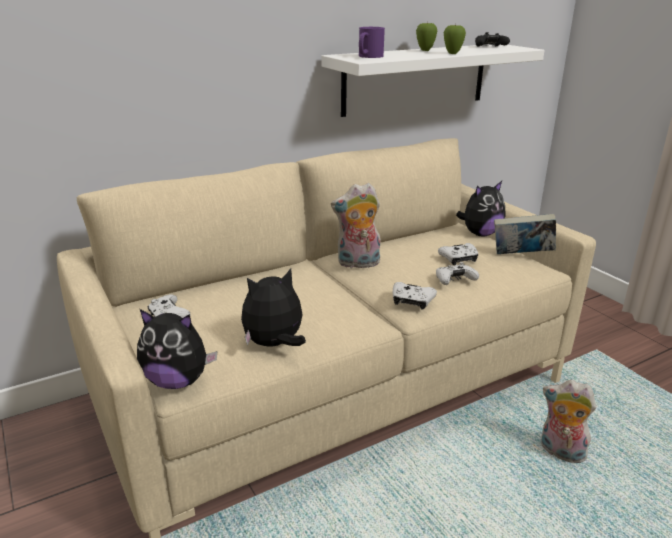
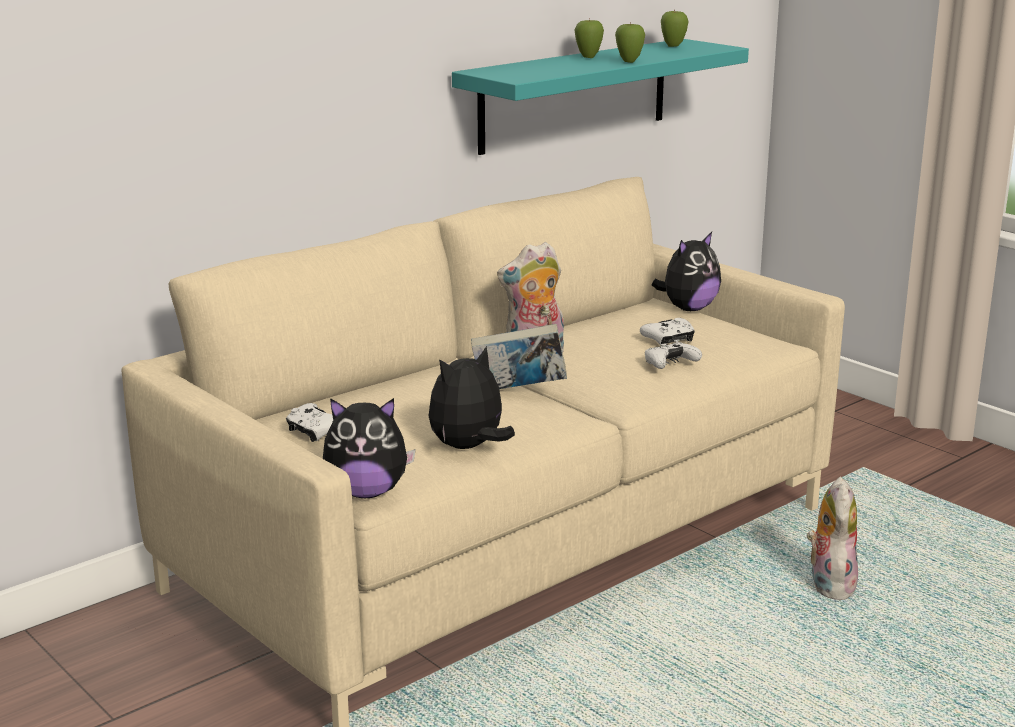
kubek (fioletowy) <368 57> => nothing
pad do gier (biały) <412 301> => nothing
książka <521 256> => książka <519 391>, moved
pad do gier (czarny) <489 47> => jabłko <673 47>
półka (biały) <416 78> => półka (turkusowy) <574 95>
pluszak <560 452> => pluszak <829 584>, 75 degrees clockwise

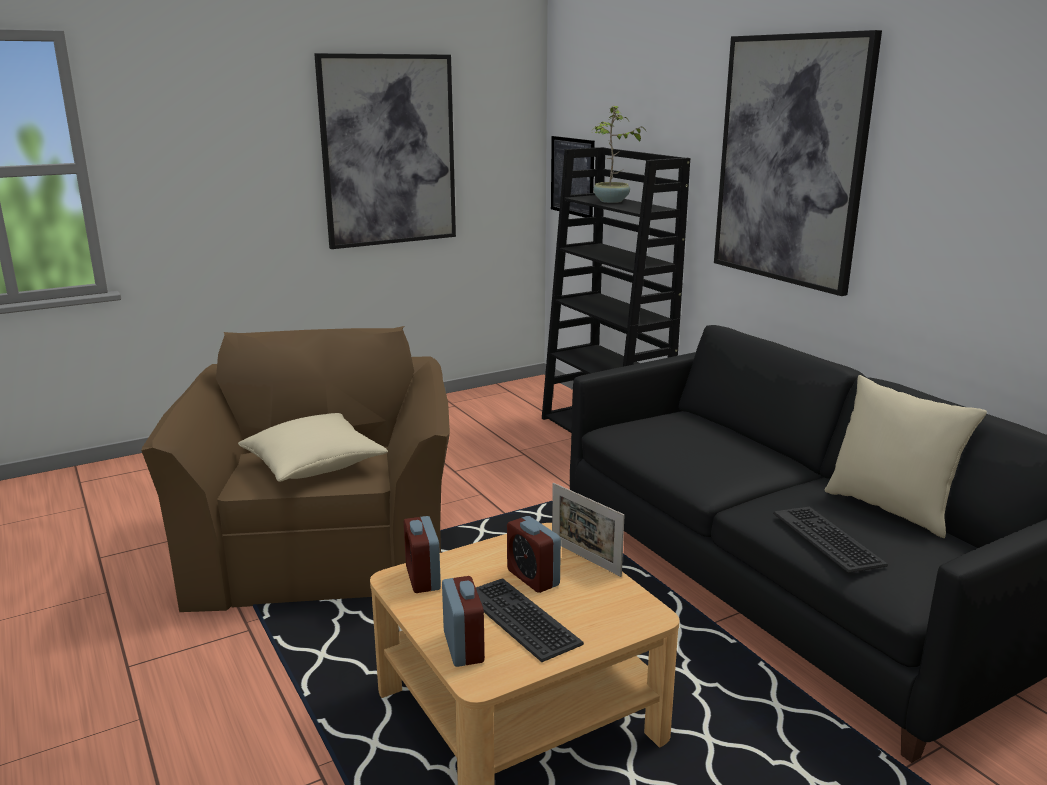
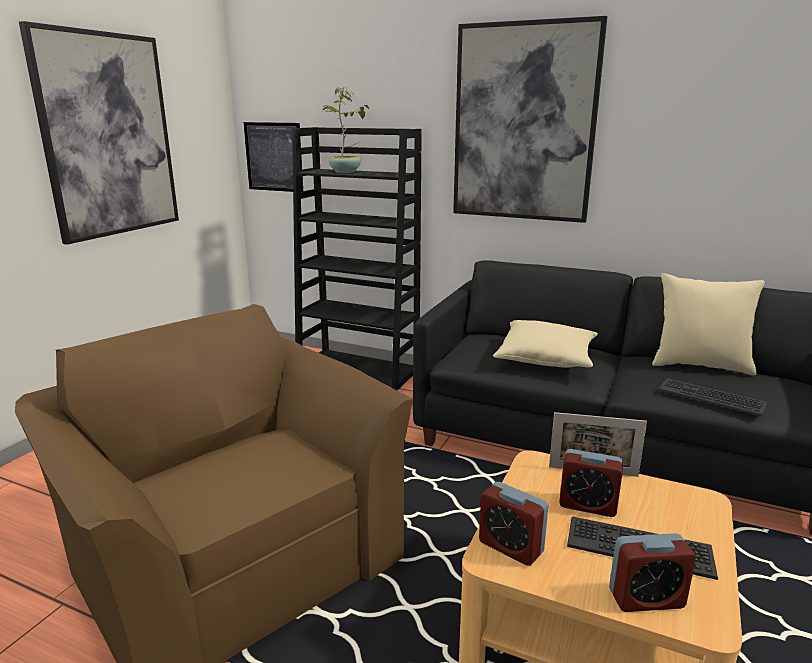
poduszka (beżowy) <314 465> => poduszka (beżowy) <546 358>, moved
budzik <463 647> => budzik <646 599>, 135 degrees clockwise

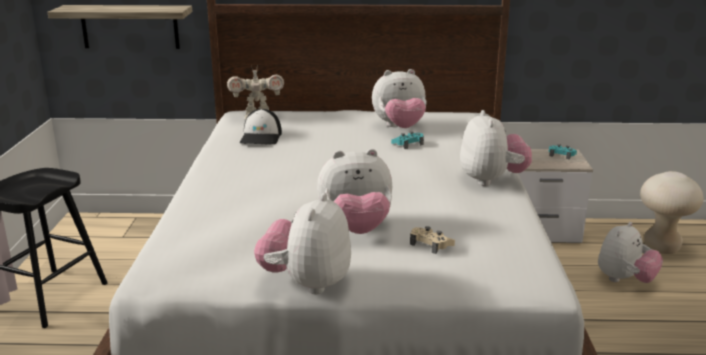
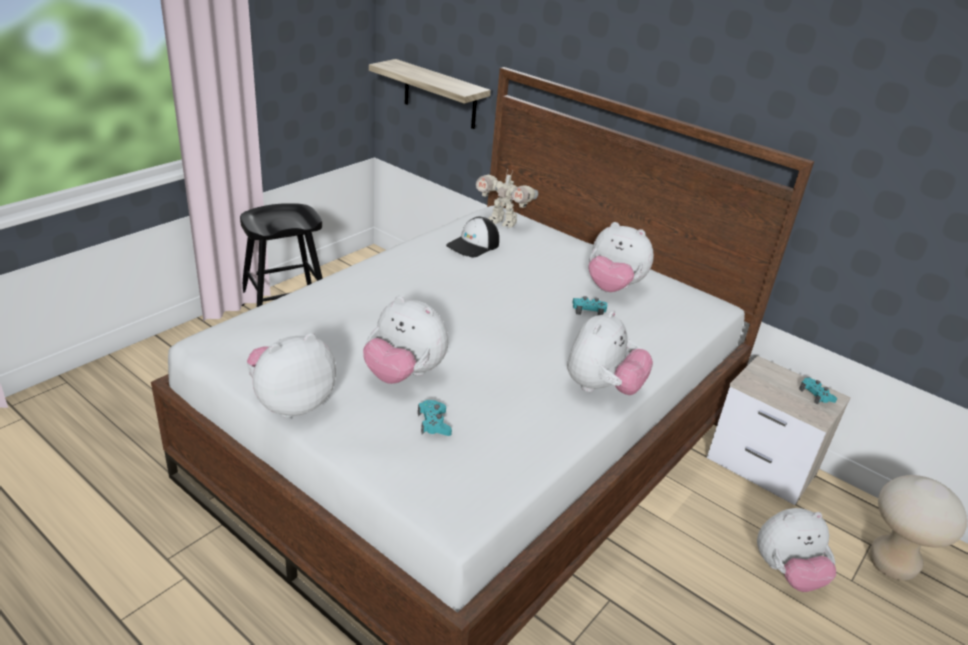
pad do gier (beżowy) <431 244> => pad do gier (turkusowy) <434 423>

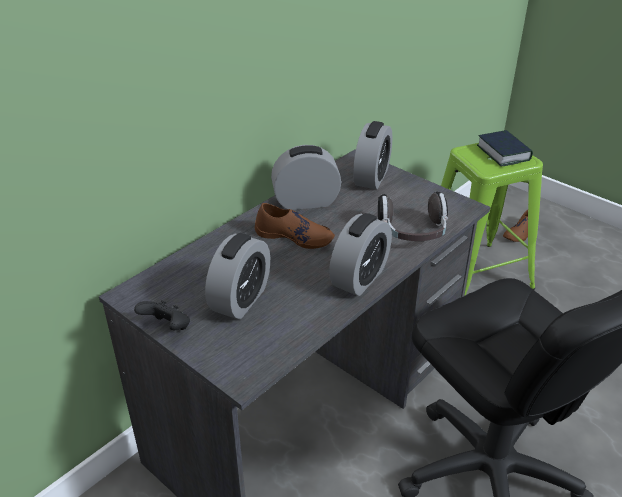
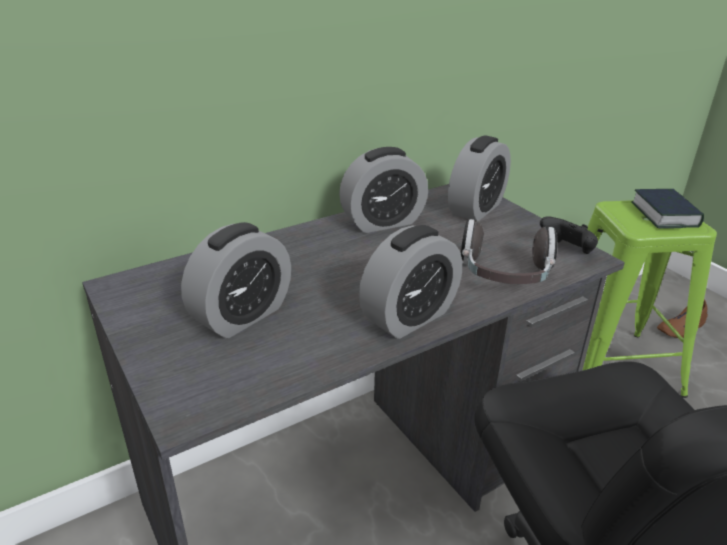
but (brązowy) <294 236> => nothing
pad do gier (czarny) <167 328> => pad do gier (czarny) <567 250>, moved
budzik <306 202> => budzik <382 222>, 150 degrees clockwise

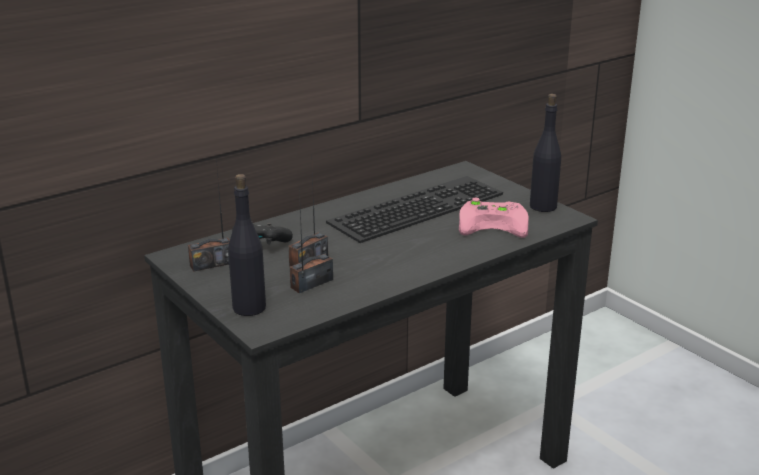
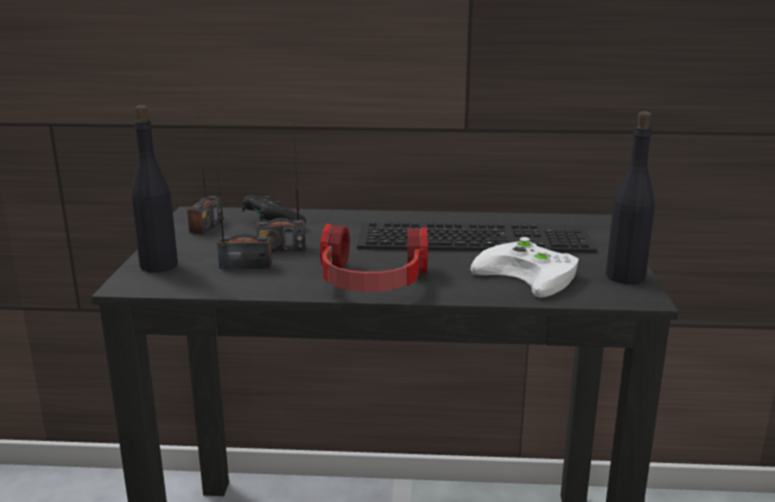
nothing => słuchawki <372 282>
pad do gier (różowy) <495 223> => pad do gier (biały) <532 275>
radio <211 264> => radio <206 226>, 90 degrees counterclockwise

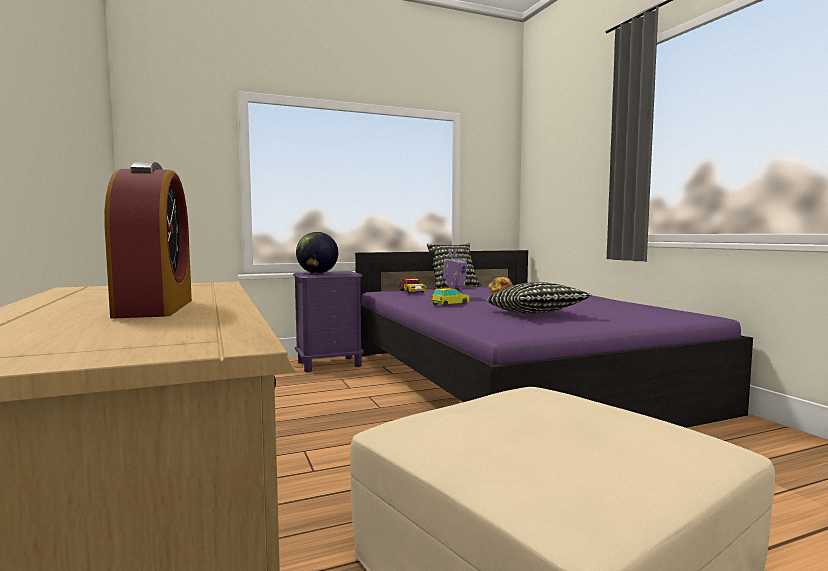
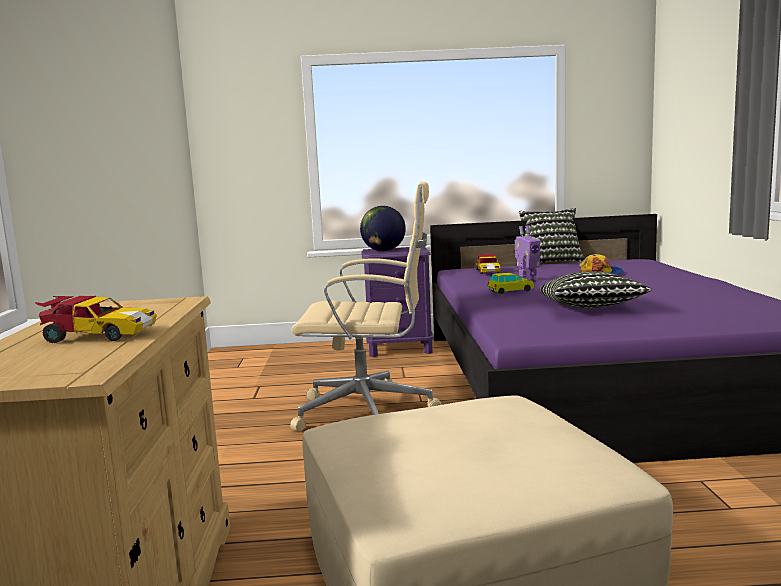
nothing => krzesło biurowe (beżowy) <369 412>
budzik <155 308> => samochodzik <98 336>

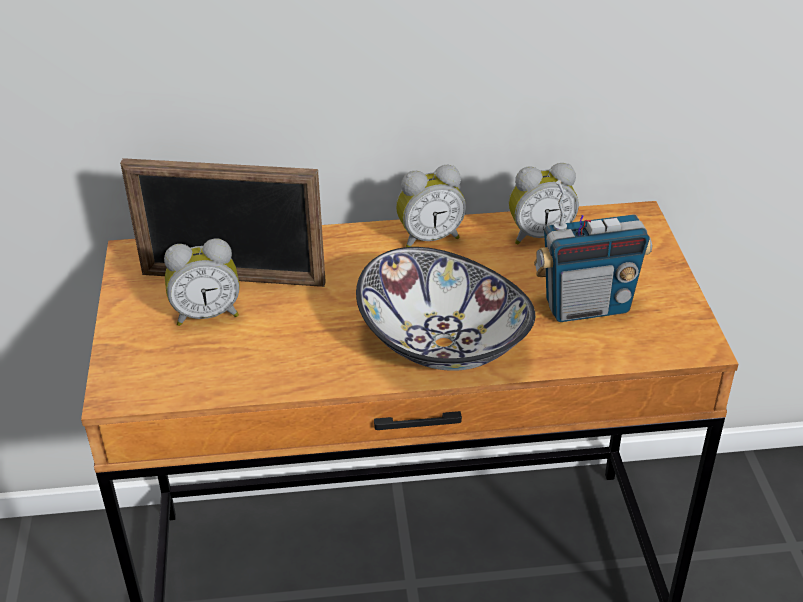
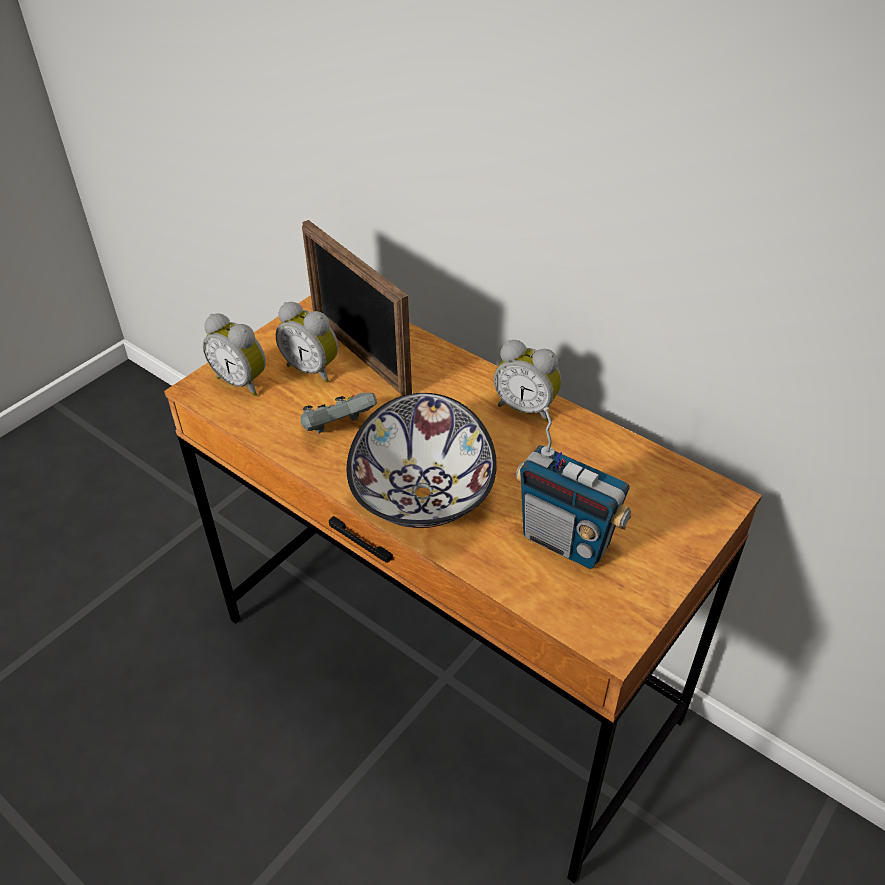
nothing => pad do gier (szary) <337 427>
budzik <539 235> => budzik <243 381>, moved

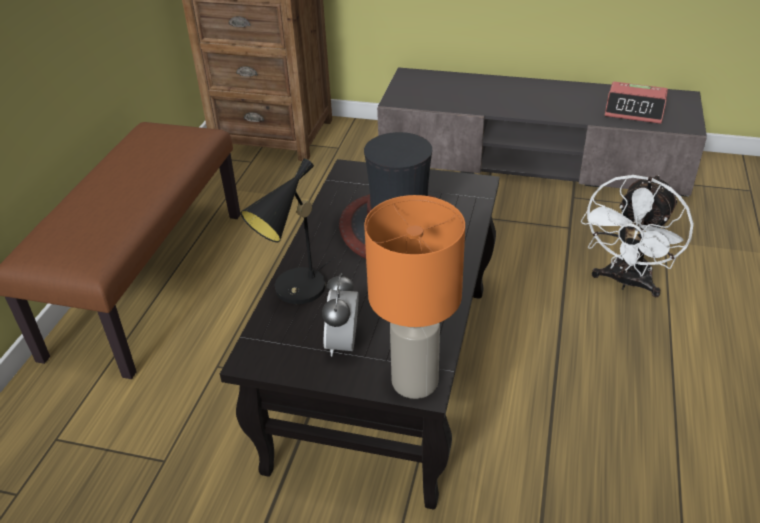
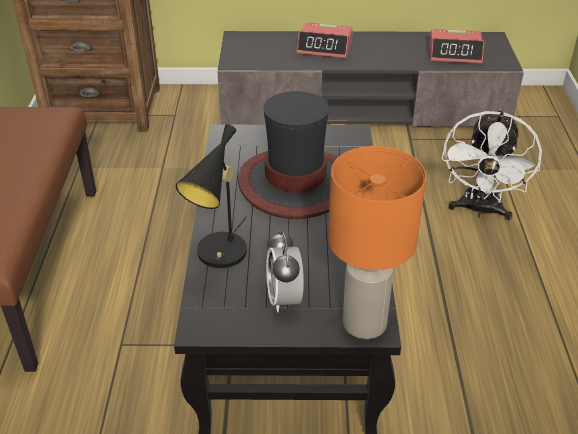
nothing => budzik <325 48>

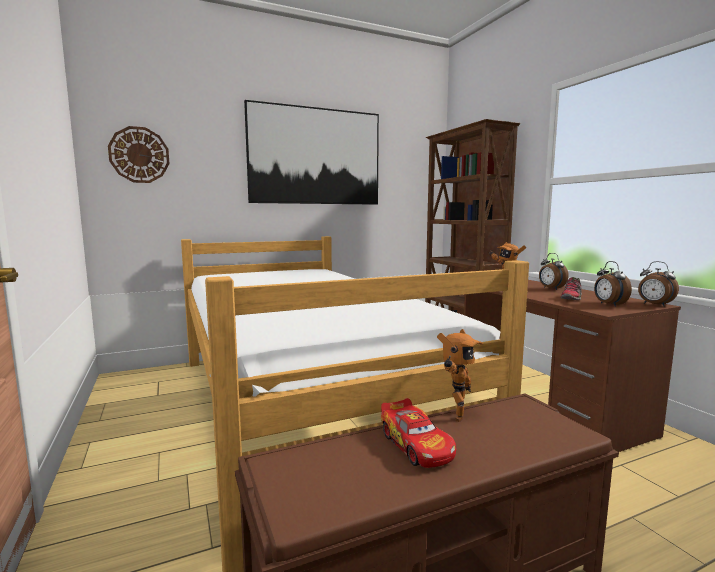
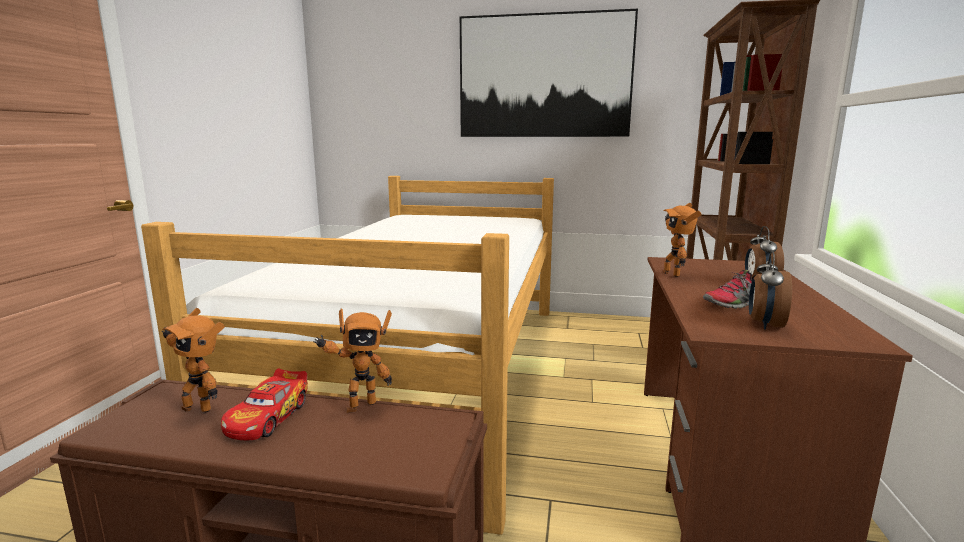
zegar ścienny <139 155> => nothing
budzik <654 305> => nothing
nothing => robot zabawkowy <199 407>

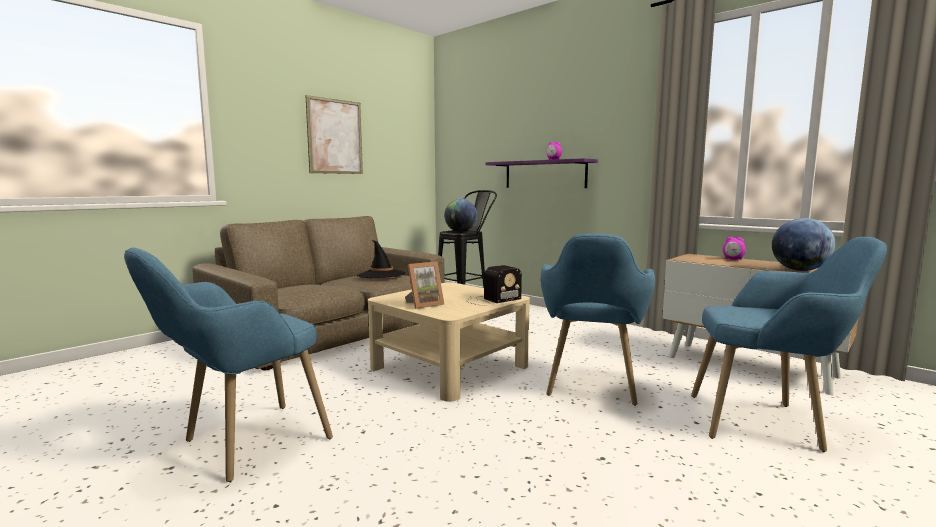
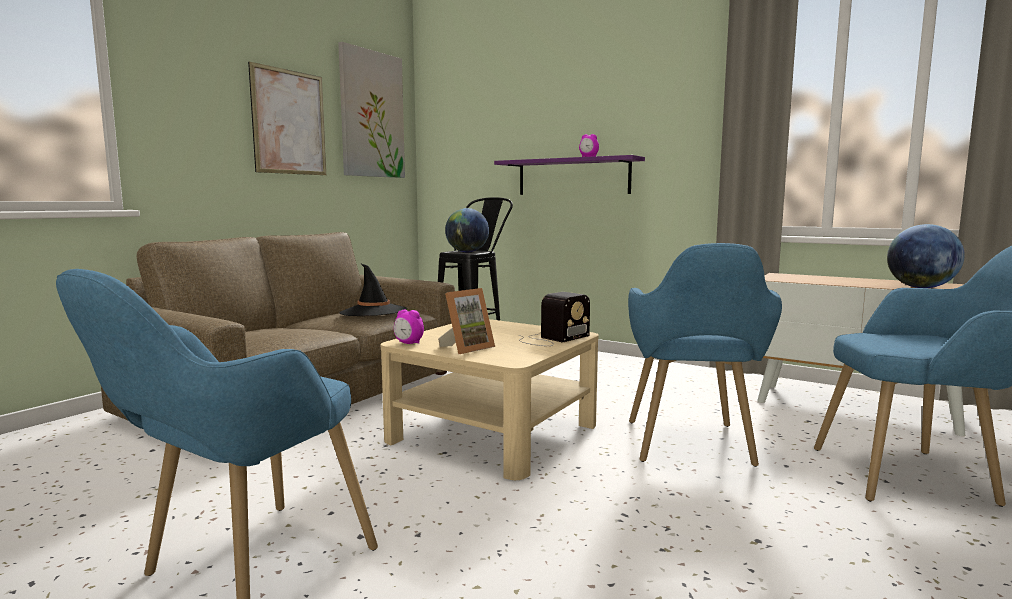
nothing => obraz <372 114>
budzik <733 259> => budzik <408 343>, moved

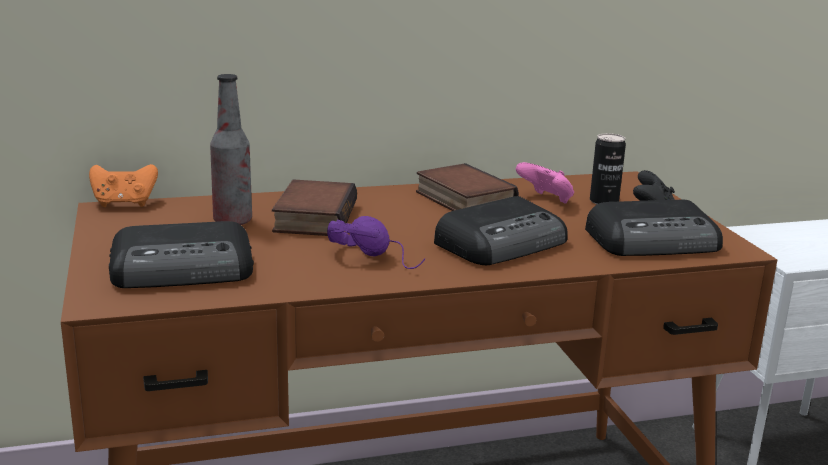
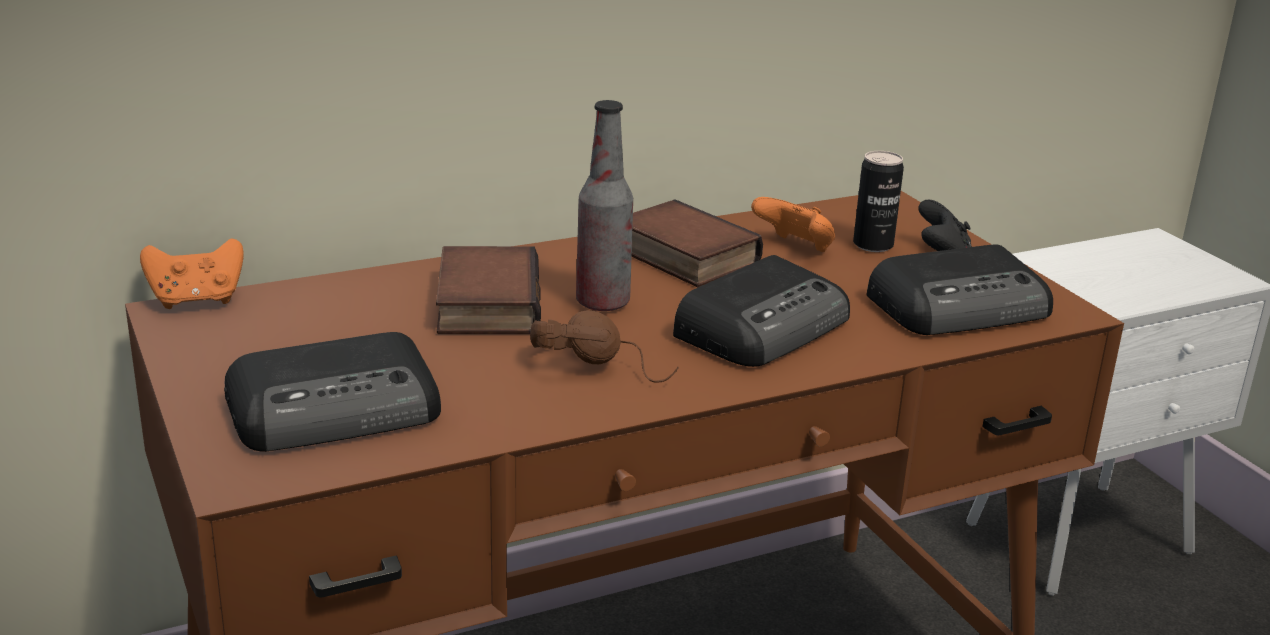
butelka <232 221> => butelka <602 303>, moved
słuchawki (fioletowy) <378 258> => słuchawki (brązowy) <604 366>
pad do gier (różowy) <546 200> => pad do gier (pomarańczowy) <795 248>

